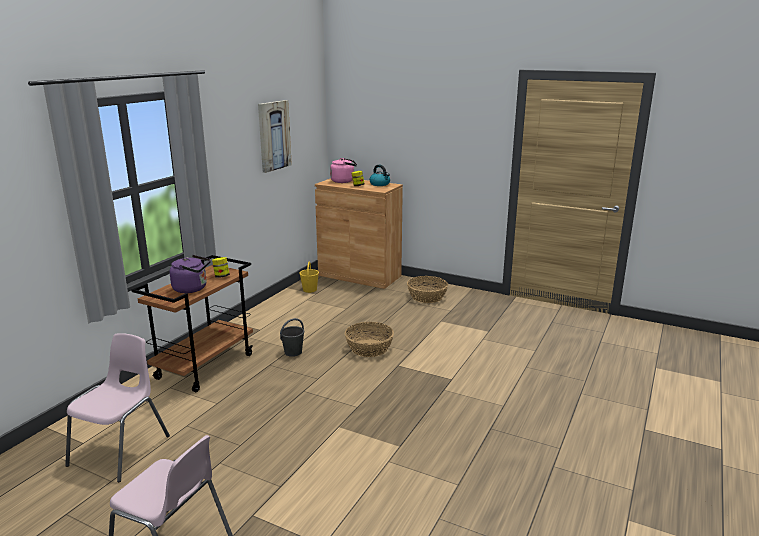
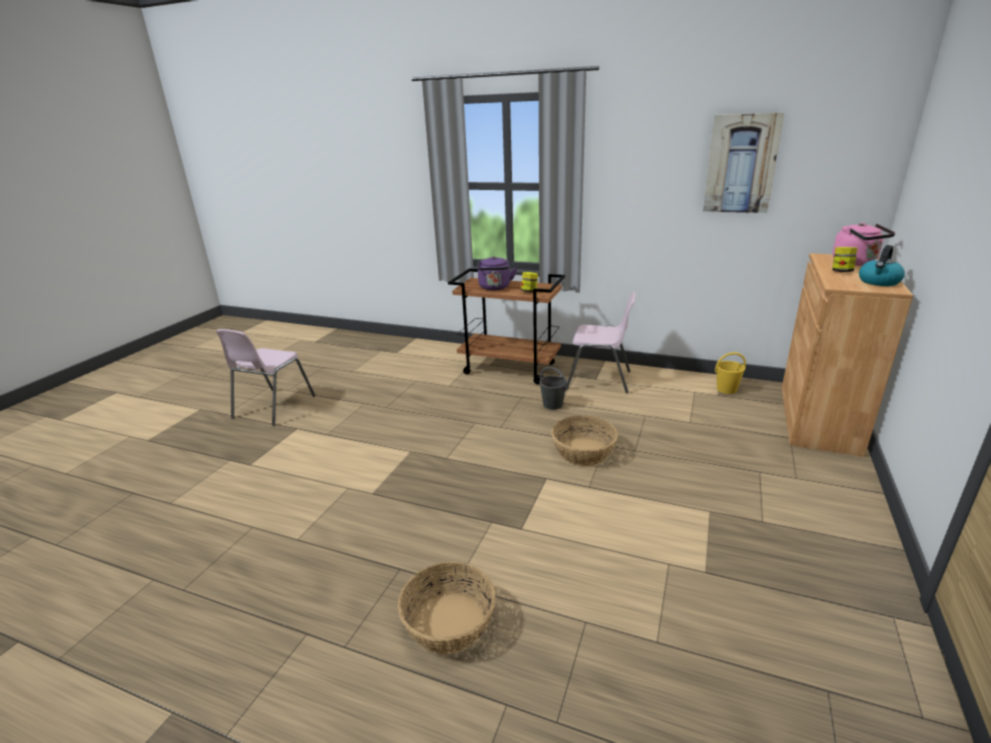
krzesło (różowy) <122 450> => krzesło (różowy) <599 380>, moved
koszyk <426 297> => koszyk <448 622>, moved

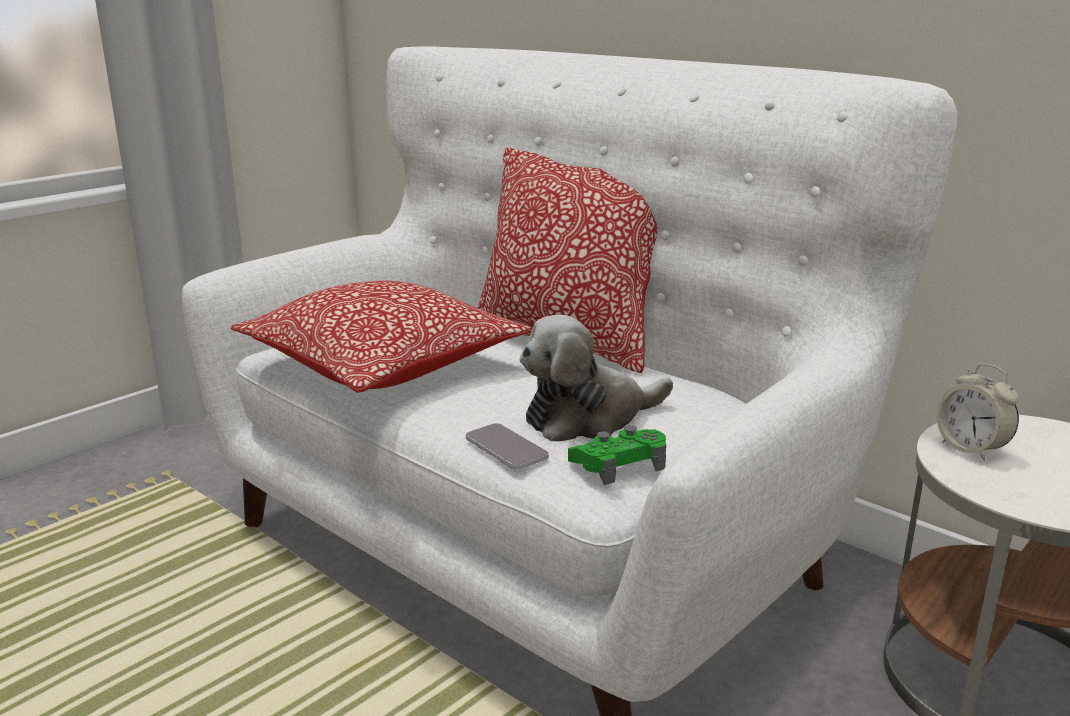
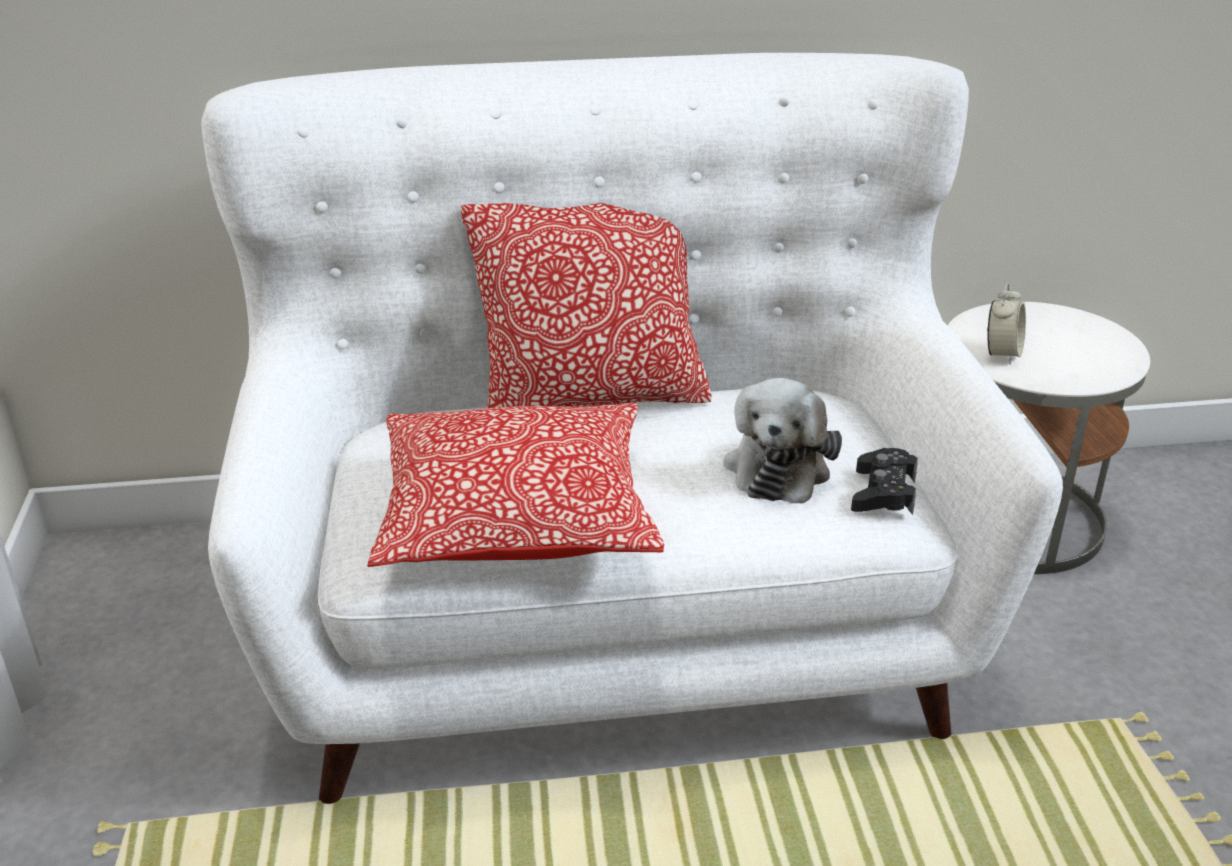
telefon <506 448> => nothing
pad do gier (zielony) <619 464> => pad do gier (czarny) <883 493>
budzik <971 449> => budzik <1002 354>, 75 degrees counterclockwise

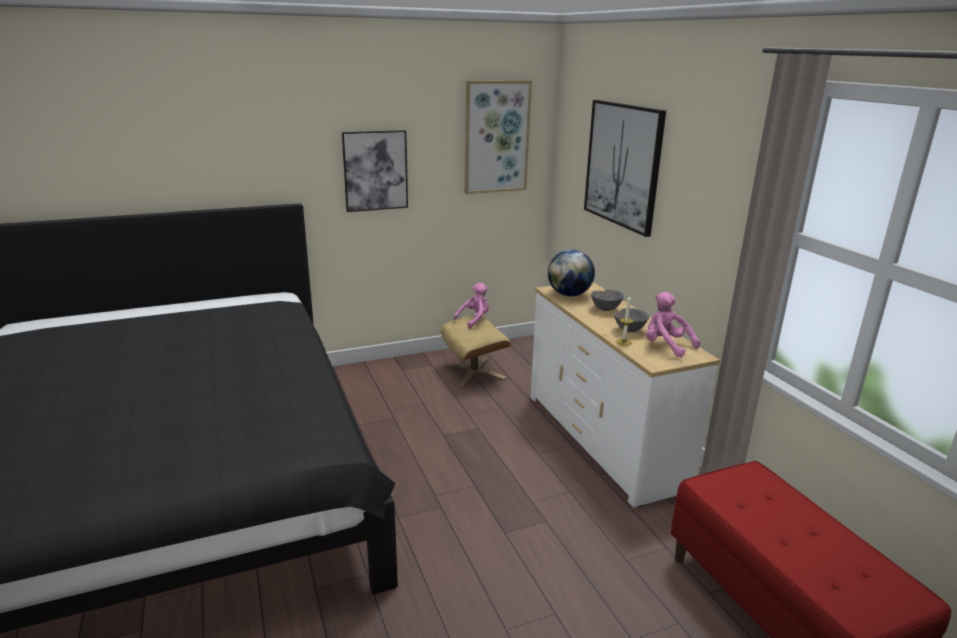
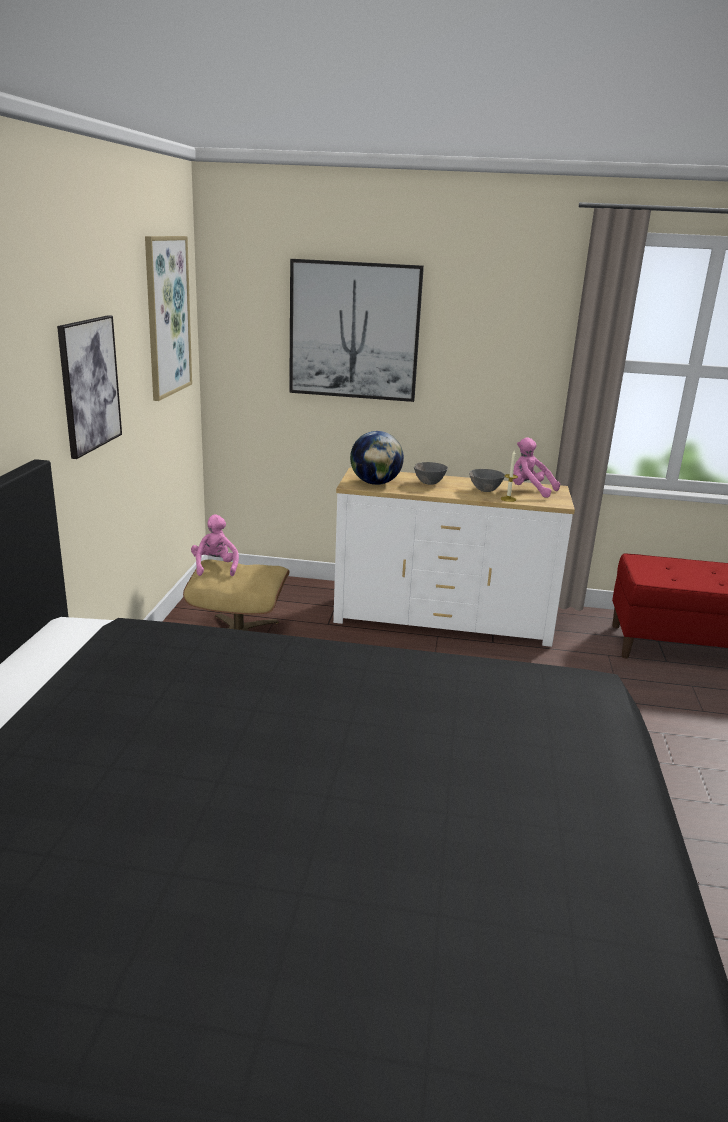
pluszak (różowy) <666 346> => pluszak (różowy) <529 490>, 45 degrees clockwise

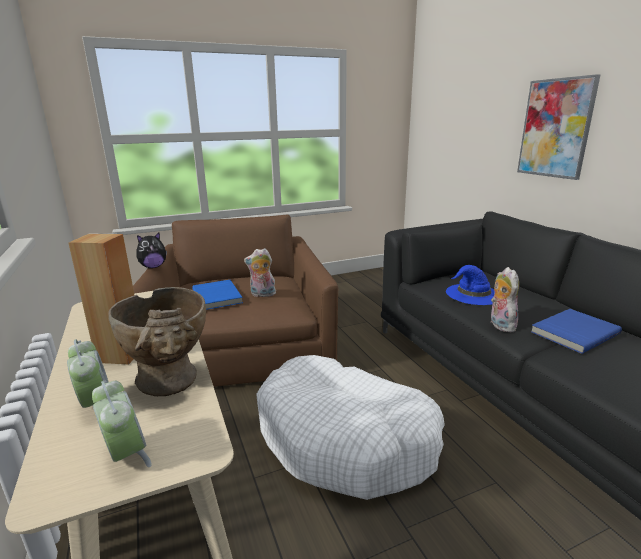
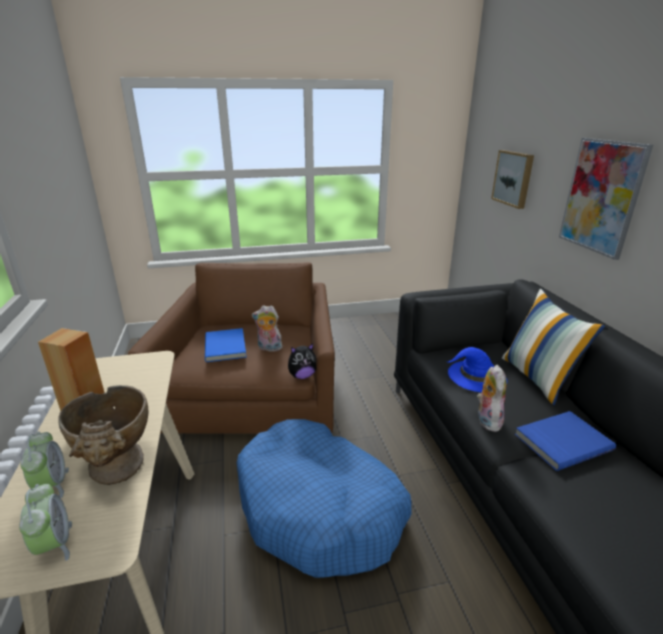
nothing => obraz <513 178>
nothing => poduszka <538 378>
pluszak <153 267> => pluszak <302 376>, moved
legowisko (biały) <346 438> => legowisko (niebieski) <319 508>

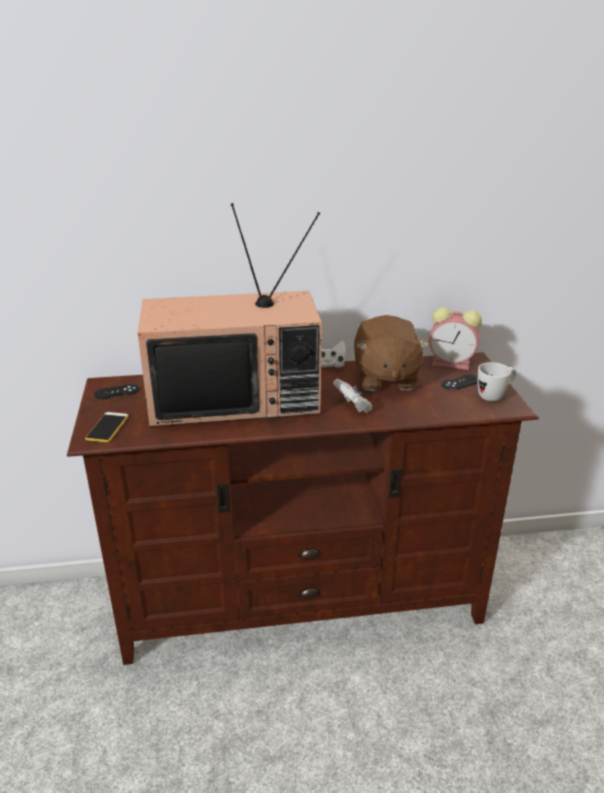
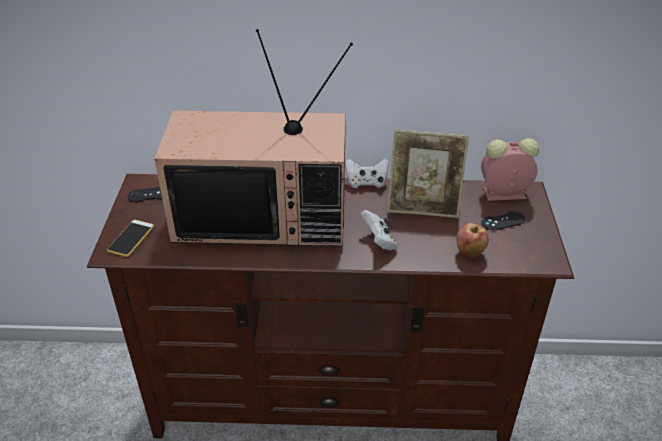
kubek (biały) <495 396> => nothing
nothing => jabłko <469 252>
pluszak (brązowy) <385 378> => ramka na zdjęcie <423 207>
budzik <452 363> => budzik <502 194>, 150 degrees clockwise

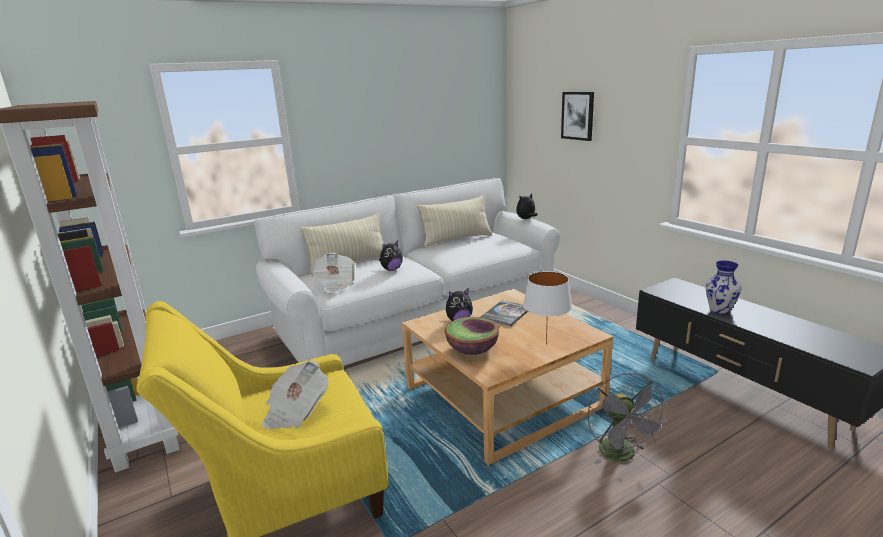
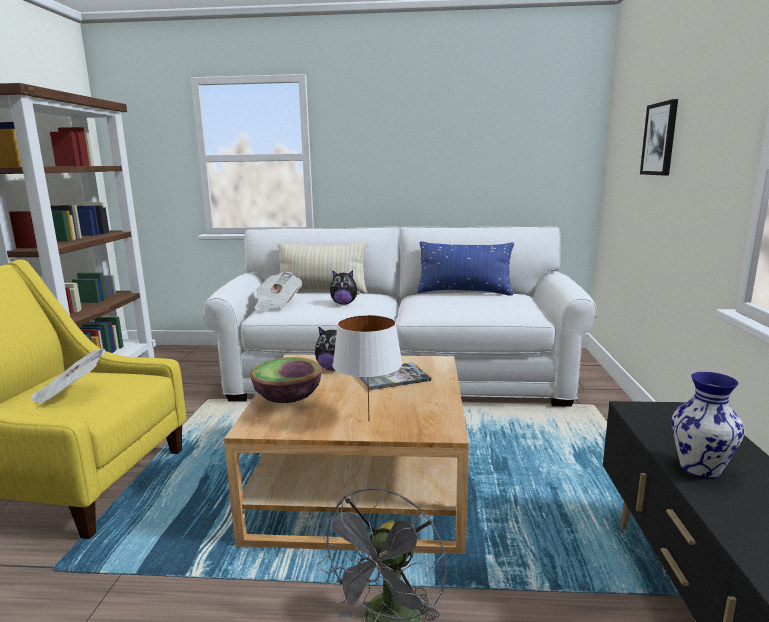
pluszak <526 219> => nothing
poduszka (beżowy) <456 239> => poduszka (niebieski) <464 292>

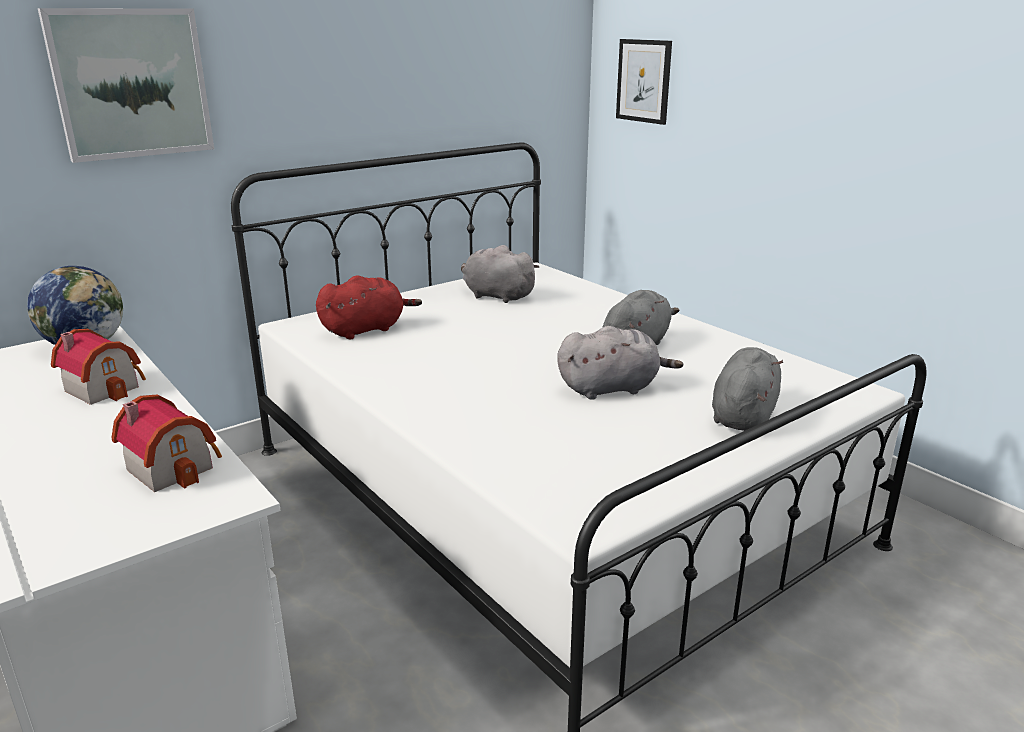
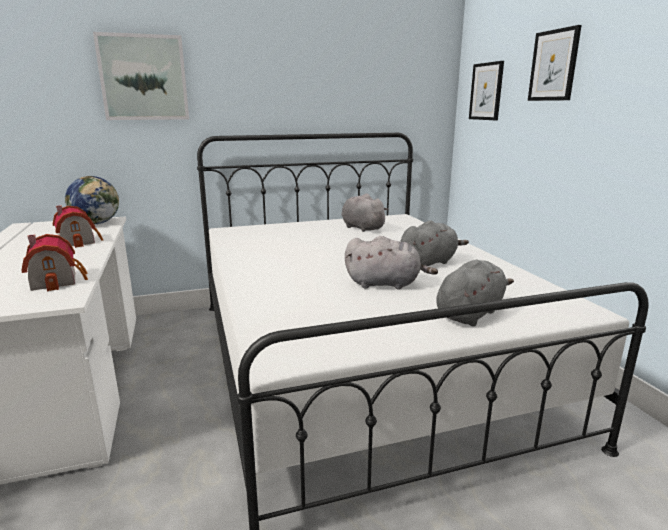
pluszak (czerwony) <366 329> => nothing
nothing => obraz <553 65>

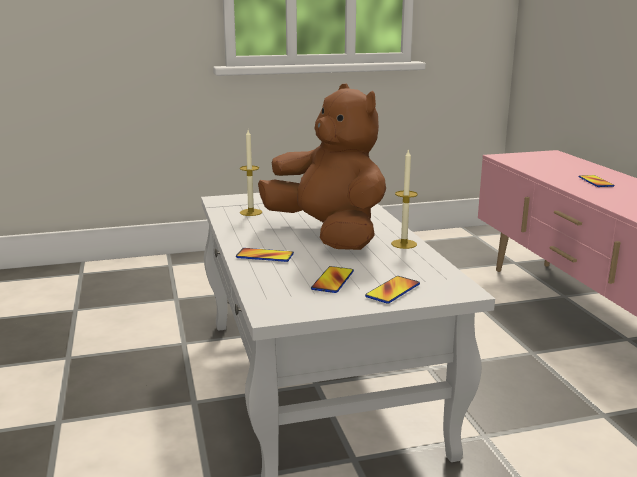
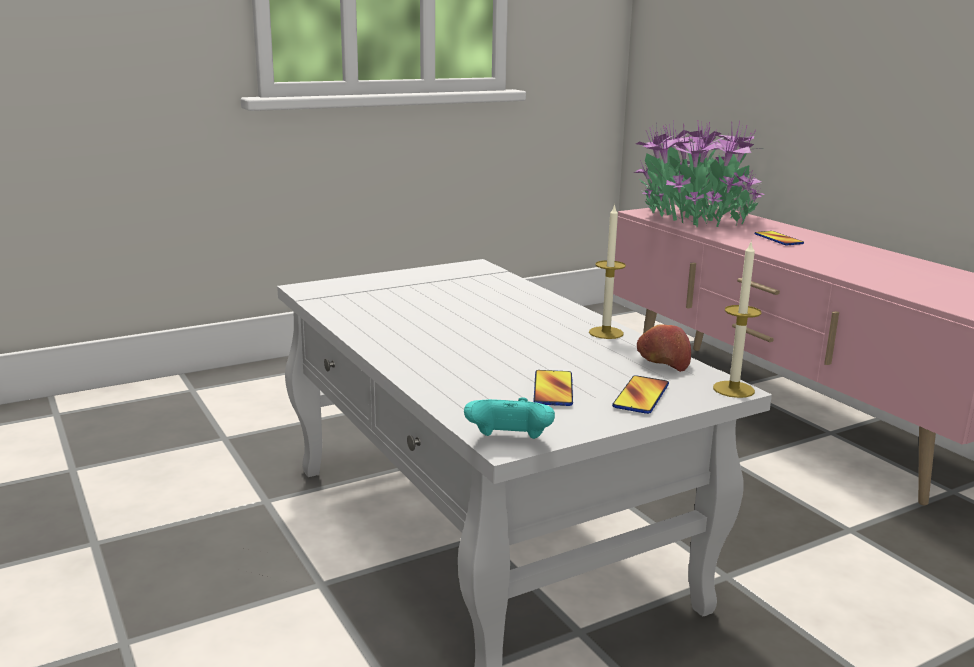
telefon <264 256> => nothing
pluszak (brązowy) <328 235> => nothing
nothing => pad do gier (turkusowy) <509 442>
nothing => roślina doniczkowa <696 217>
nothing => jabłko <662 362>
świeca <251 212> => świeca <733 389>, moved

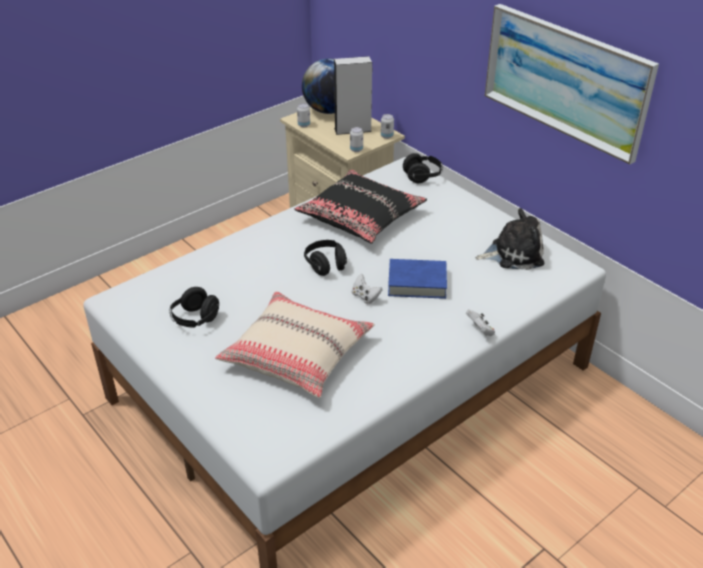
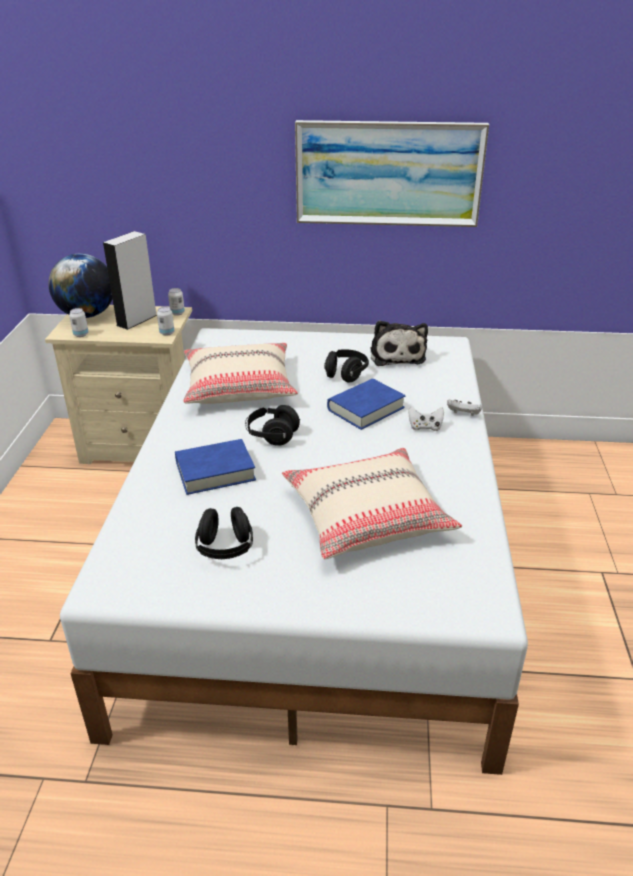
nothing => książka (niebieski) <215 471>
pad do gier (biały) <365 297> => pad do gier (biały) <425 427>, moved
słuchawki (czarny) <422 176> => słuchawki (czarny) <346 374>, moved
poduszka (czarny) <361 217> => poduszka (beżowy) <239 386>
pluszak <513 253> => pluszak <396 355>, 135 degrees clockwise

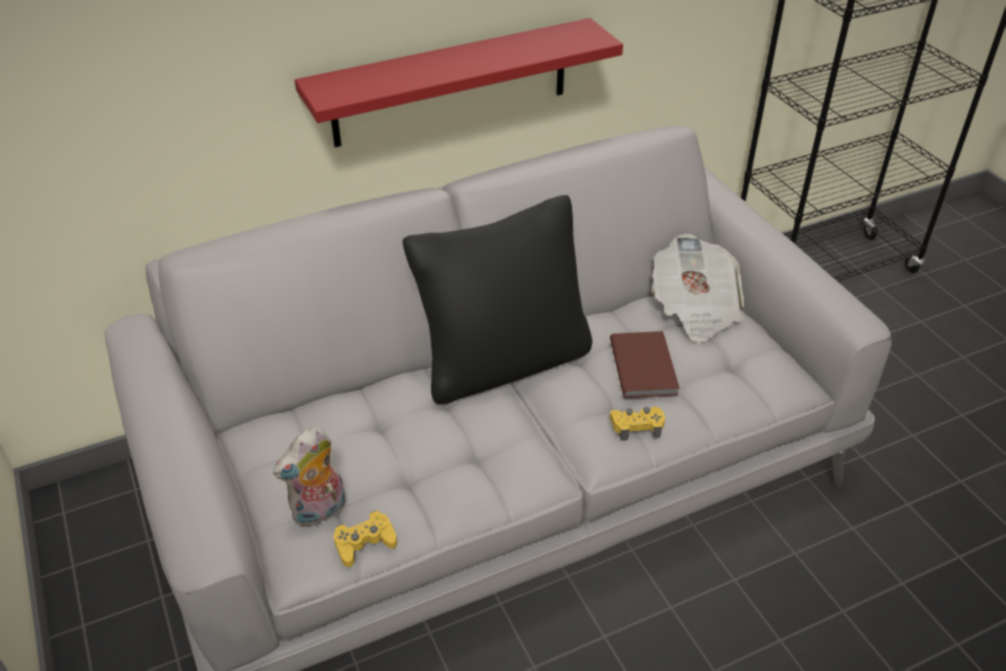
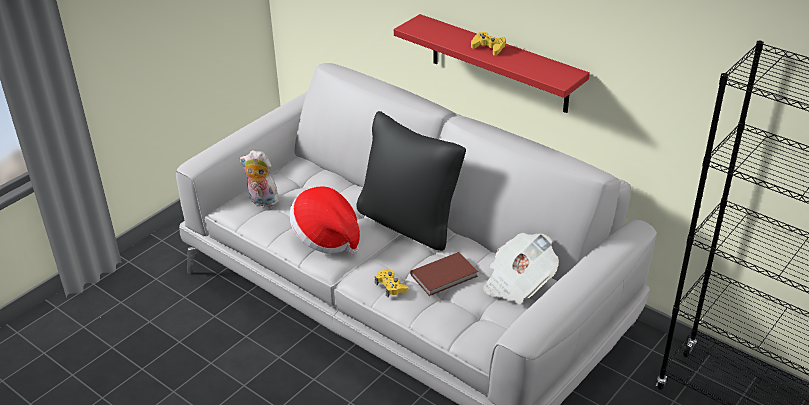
nothing => kapelusz <327 237>
pad do gier (żółty) <365 543> => pad do gier (żółty) <488 47>, moved

